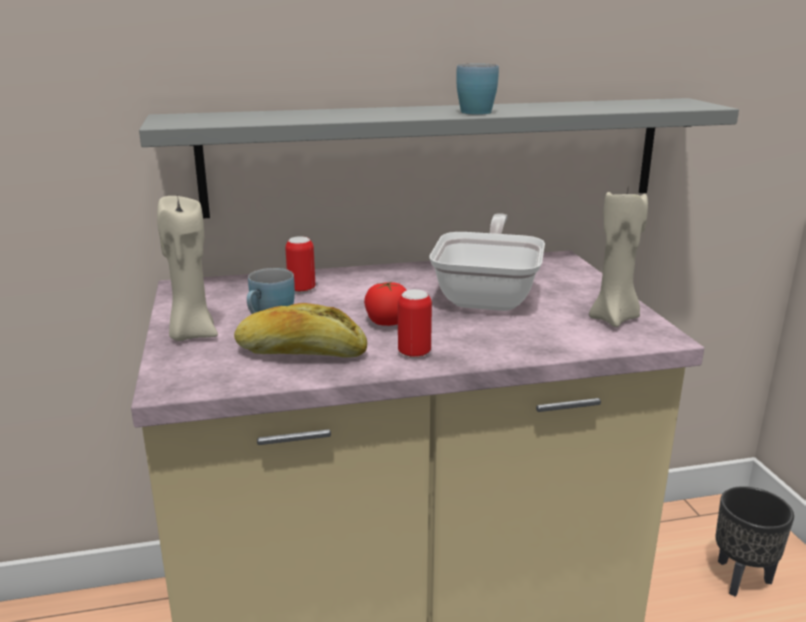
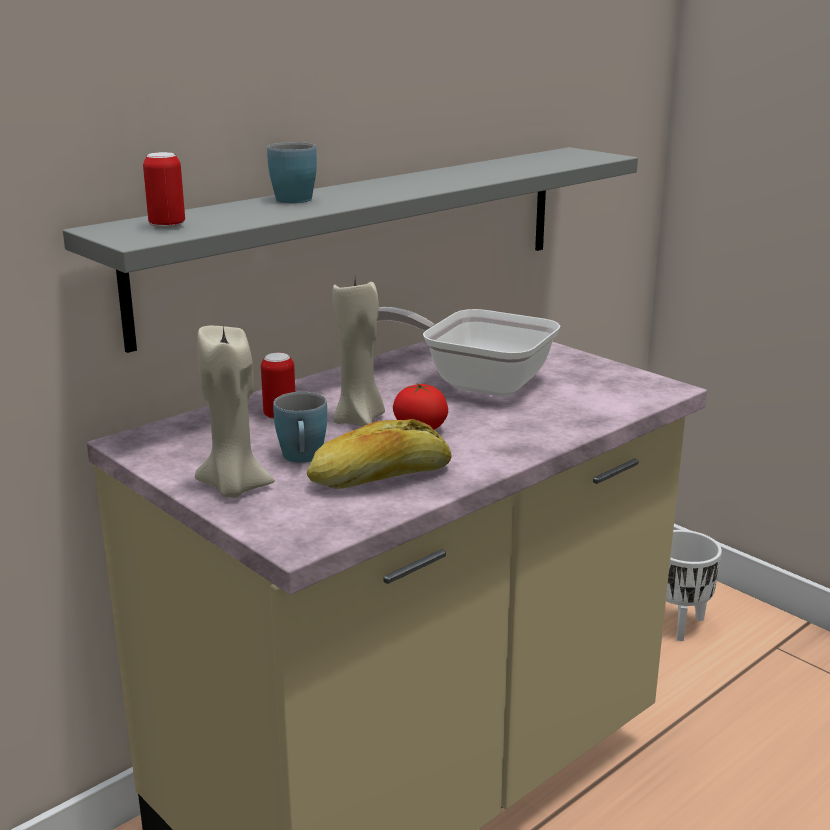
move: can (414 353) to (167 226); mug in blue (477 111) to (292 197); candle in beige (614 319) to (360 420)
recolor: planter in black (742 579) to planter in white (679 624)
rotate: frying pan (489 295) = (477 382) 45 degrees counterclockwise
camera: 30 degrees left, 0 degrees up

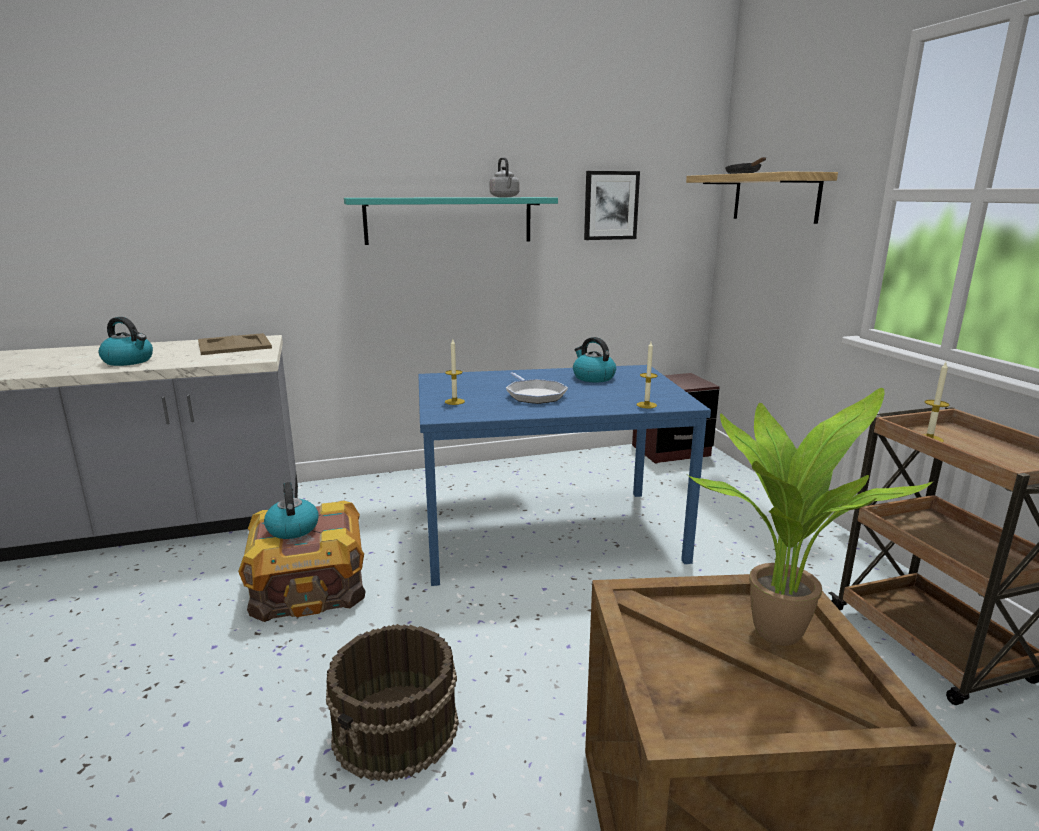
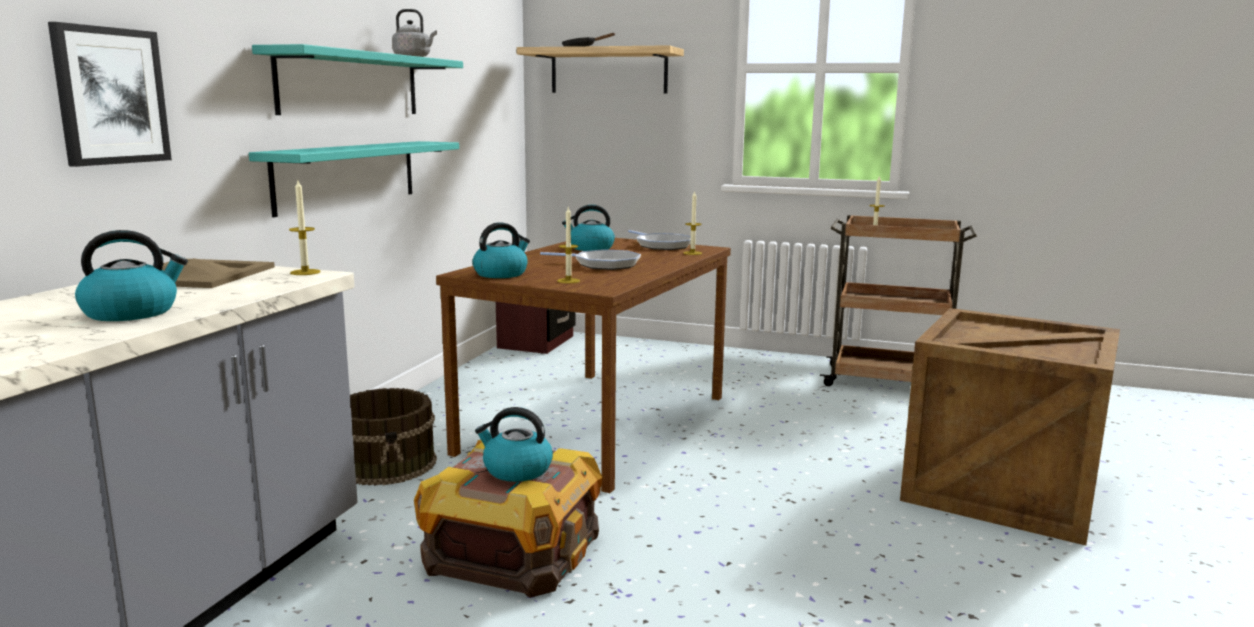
delete: potted plant (773 629)
insert: shelf in turquoise (347 175); candle (305 272); kettle (501 274); frying pan (662 245)
move: picture (610 205) to (110 96); bucket in brown (396 729) to (387 463)
recolor: dining table in blue (550 532) to dining table in brown (596 423)
camera: 55 degrees left, 5 degrees down

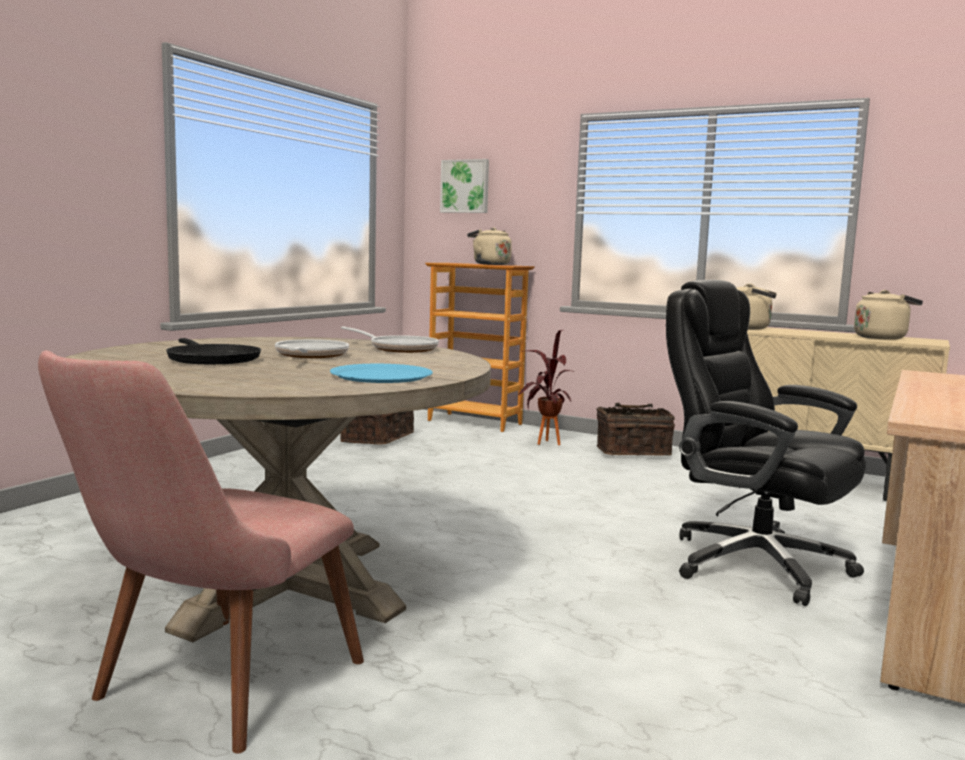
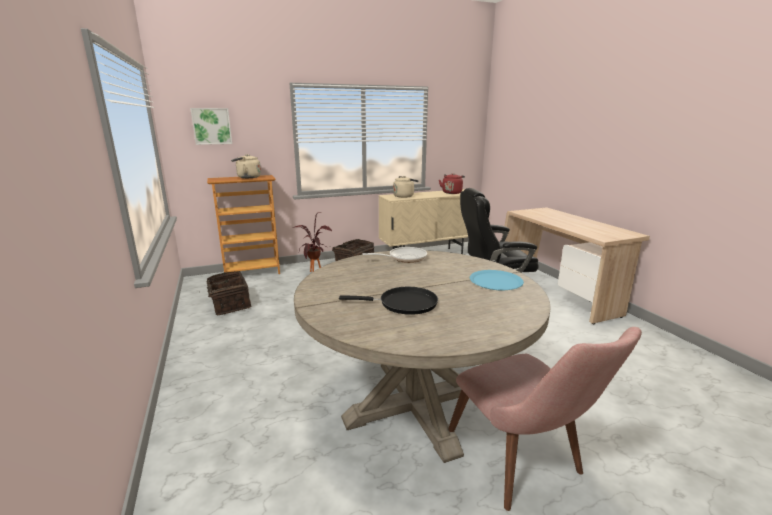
delete: frying pan (310 356)
recolor: kettle in beige (882 338) to kettle in red (452 192)
camera: 50 degrees left, 10 degrees up

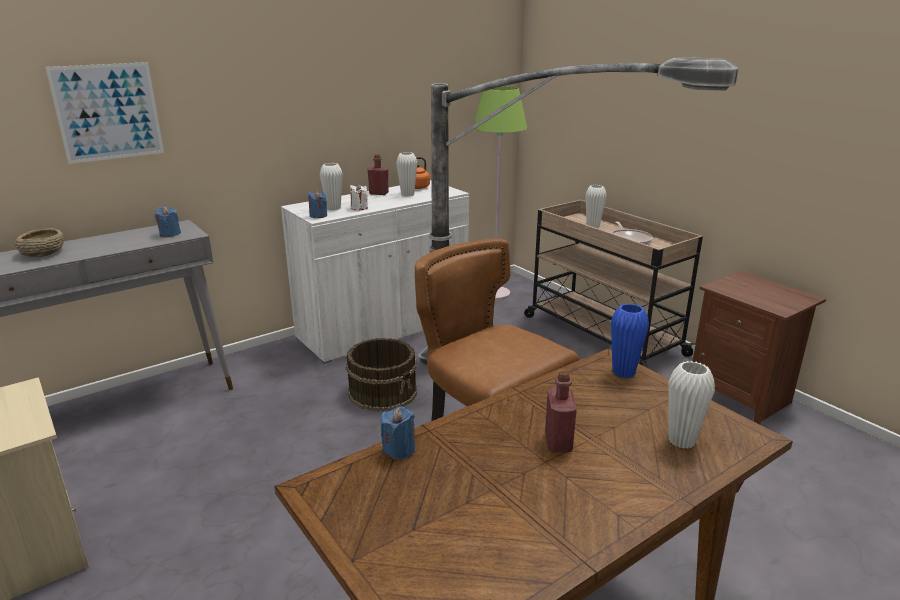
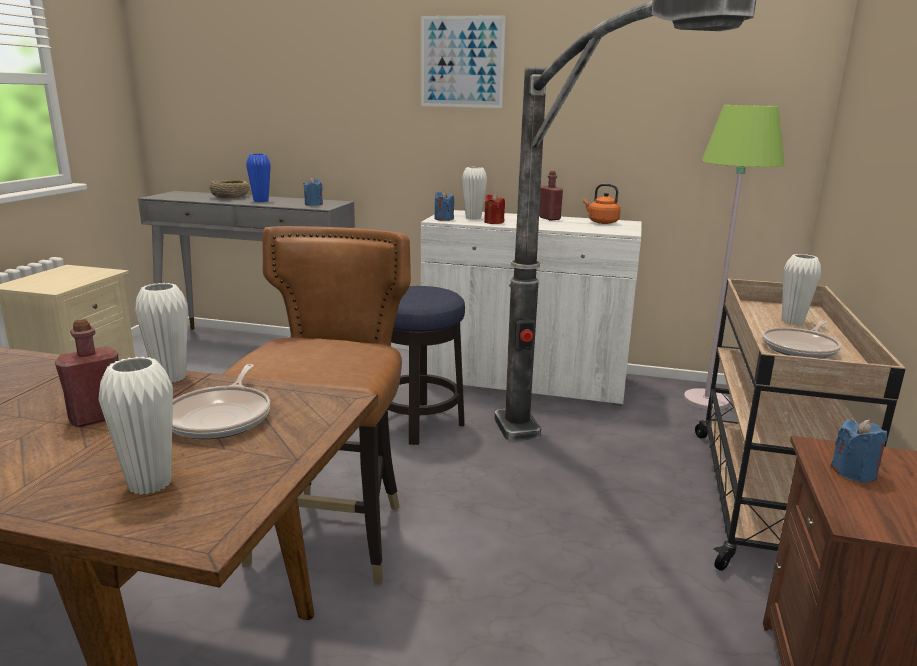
insert: frying pan (221 417)
move: vase in white (407 194) to (170 378); vase in blue (623 372) to (261 201); picture (108 112) to (462 62); candle in blue (399 449) to (854 472)
replace: bucket in brown (383 391) to stool (418 423)
recolor: candle in white (359 208) to candle in red (493 222)
camera: 50 degrees right, 5 degrees down

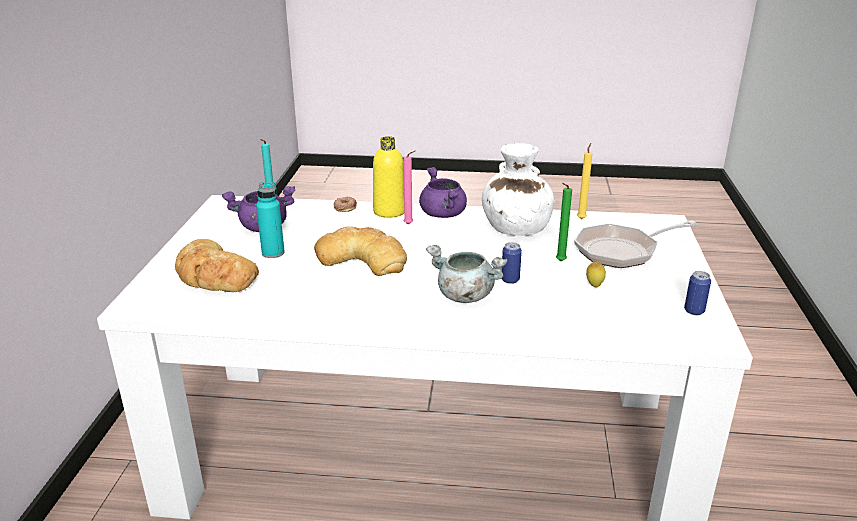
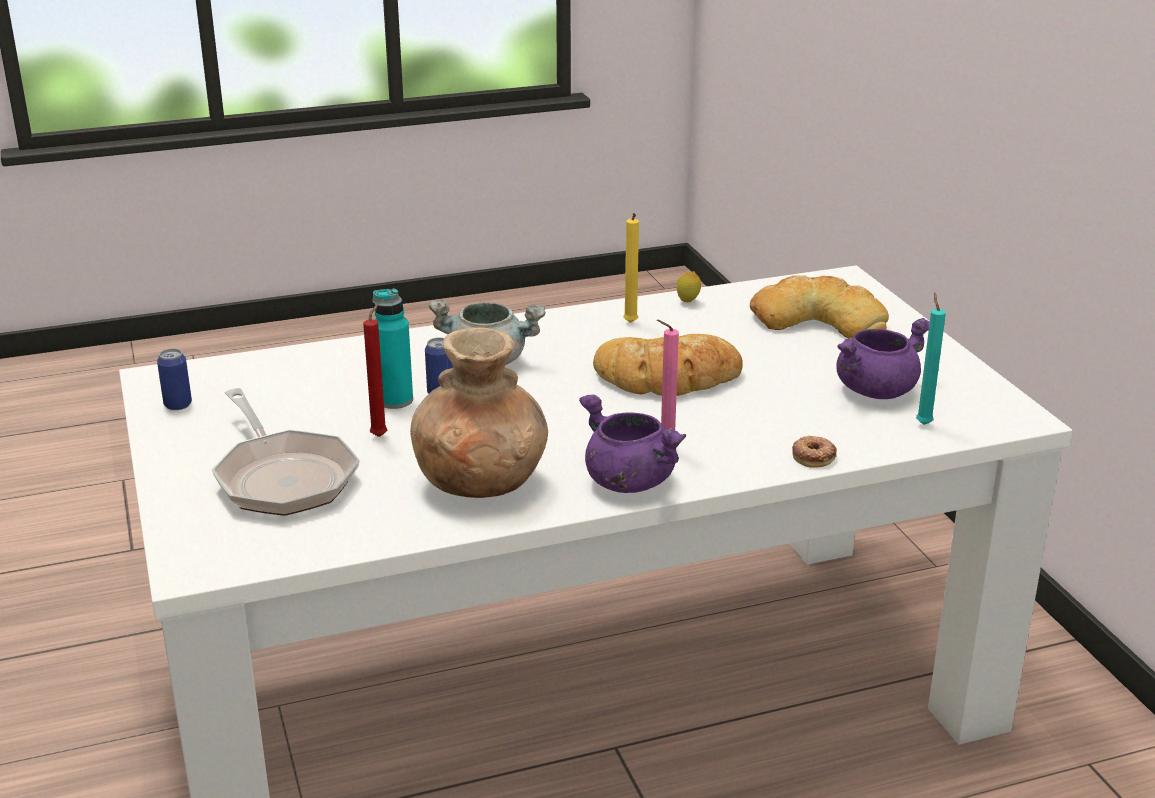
delete: bottle in yellow (389 211)
move: bottle in turquoise (273 253) to (395 400); candle in yellow (581 218) to (630 324); lemon (594 285) to (688 302)
recolor: candle in green (559 261) to candle in red (381 435); vase in white (515 228) to vase in brown (481 481)
rotate: frying pan (621 251) = (283 477) 105 degrees clockwise
camera: 155 degrees right, 0 degrees up

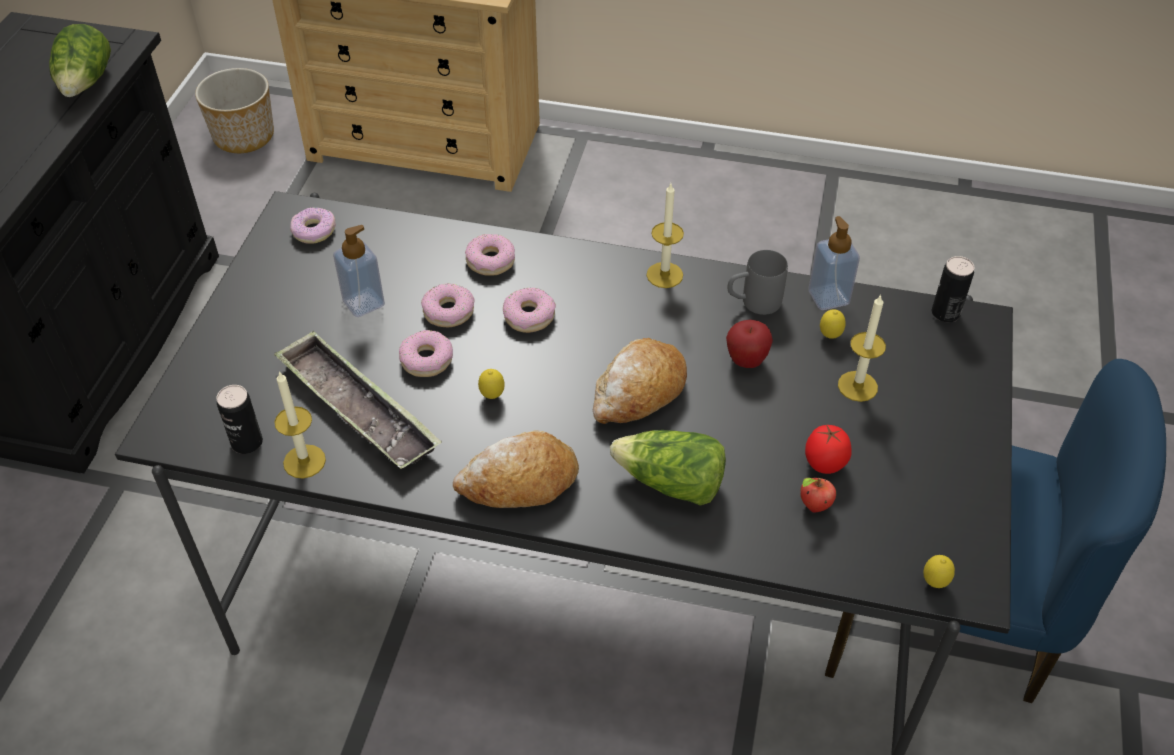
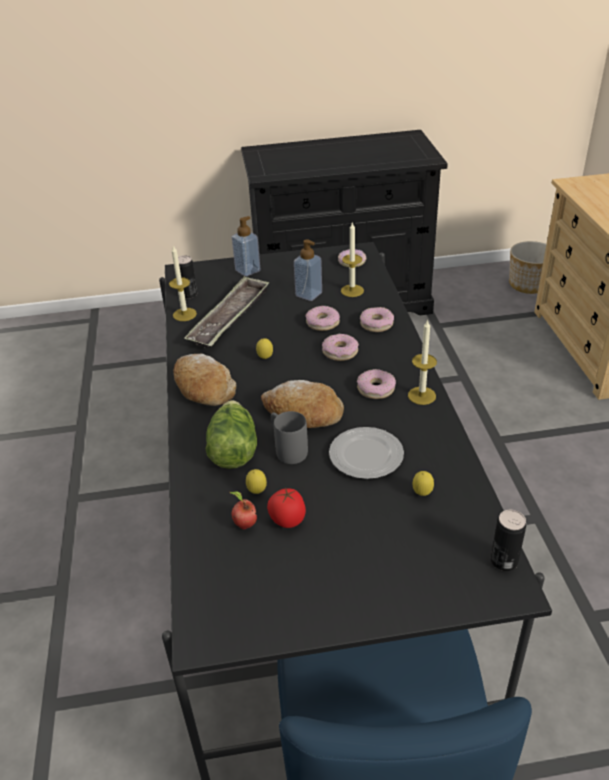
delete: lettuce (86 83)
move: soap dispenser (828 297) to (247 270); lemon (934 583) to (257 492); mug in grey (753 303) to (287 449); candle (857 386) to (352 290); donut (426 359) to (376 389)
replace: apple (746 361) to plate (365 456)
camera: 70 degrees right, 10 degrees down

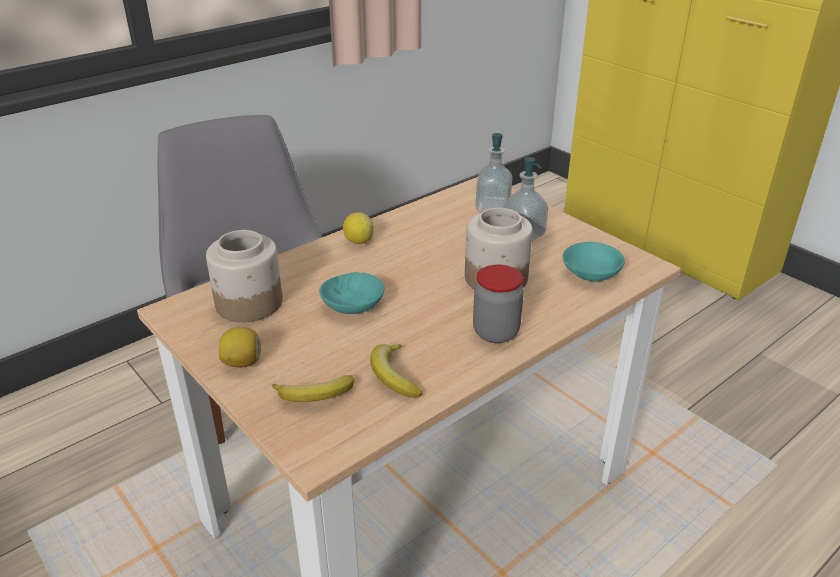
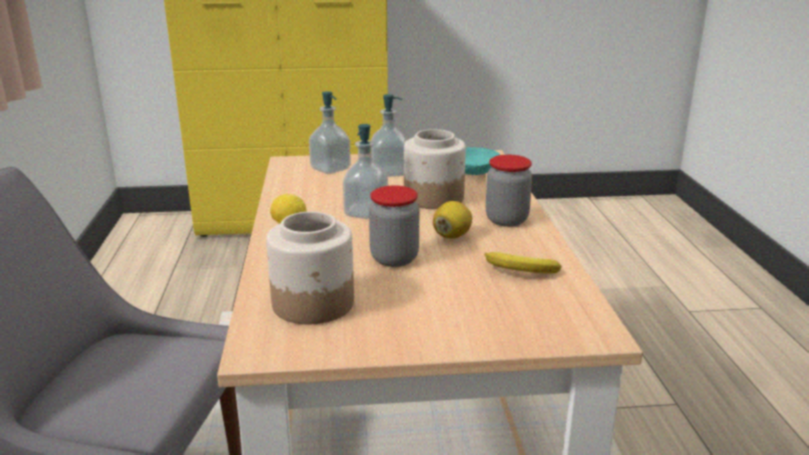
delete: banana (315 396)
insert: soap dispenser (366 213)
move: lemon (242 362) to (452 236)
replace: bowl in turquoise (353 306) to jar (394 258)
camera: 55 degrees left, 10 degrees down

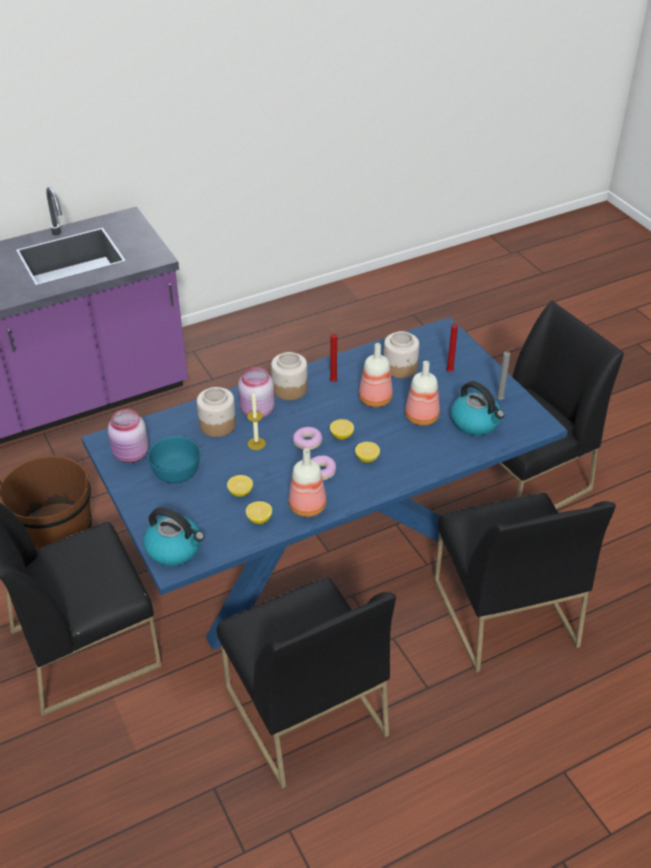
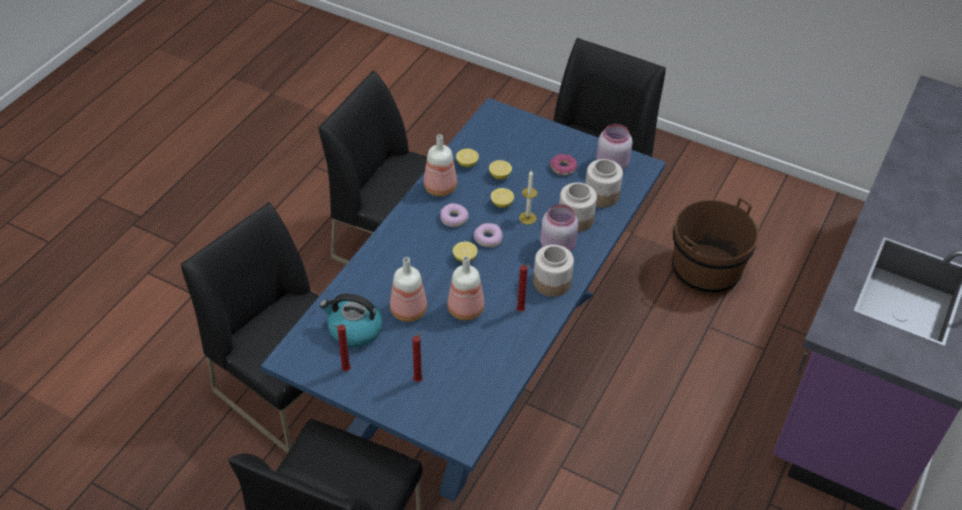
delete: kettle (175 548)
move: lemon (367 458) to (502 204); jar (400 368) to (601 195)
replace: bowl in turquoise (176 472) to donut (563 168)
recolor: candle in grey (501 399) to candle in red (344 370)
camera: 145 degrees right, 5 degrees up

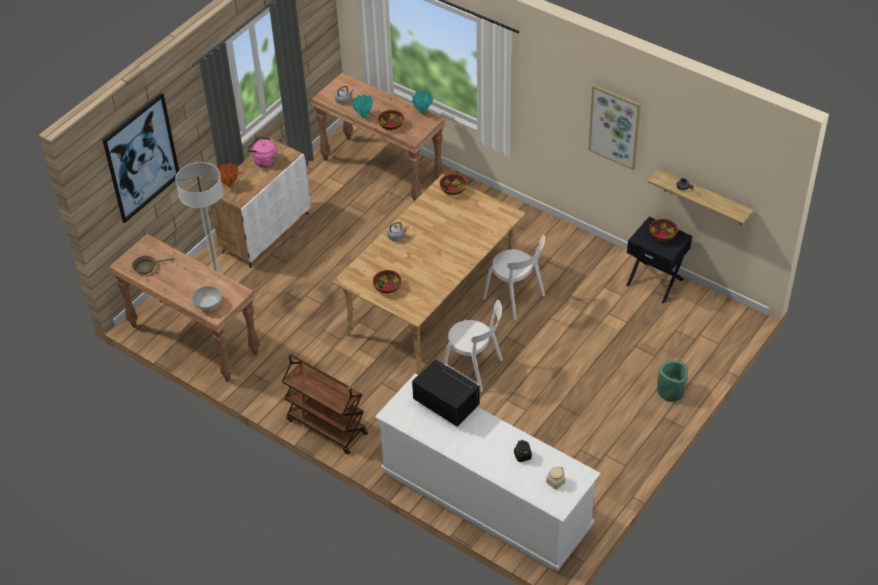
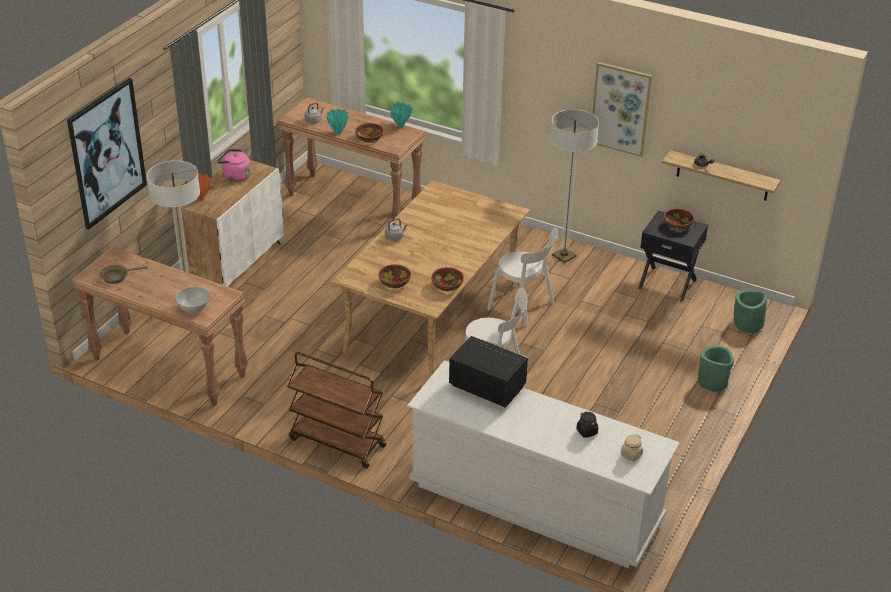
insert: floor lamp (564 256); planter in green (747 324)
move: bowl (453 190) to (447 286)
camera: 10 degrees left, 10 degrees down

